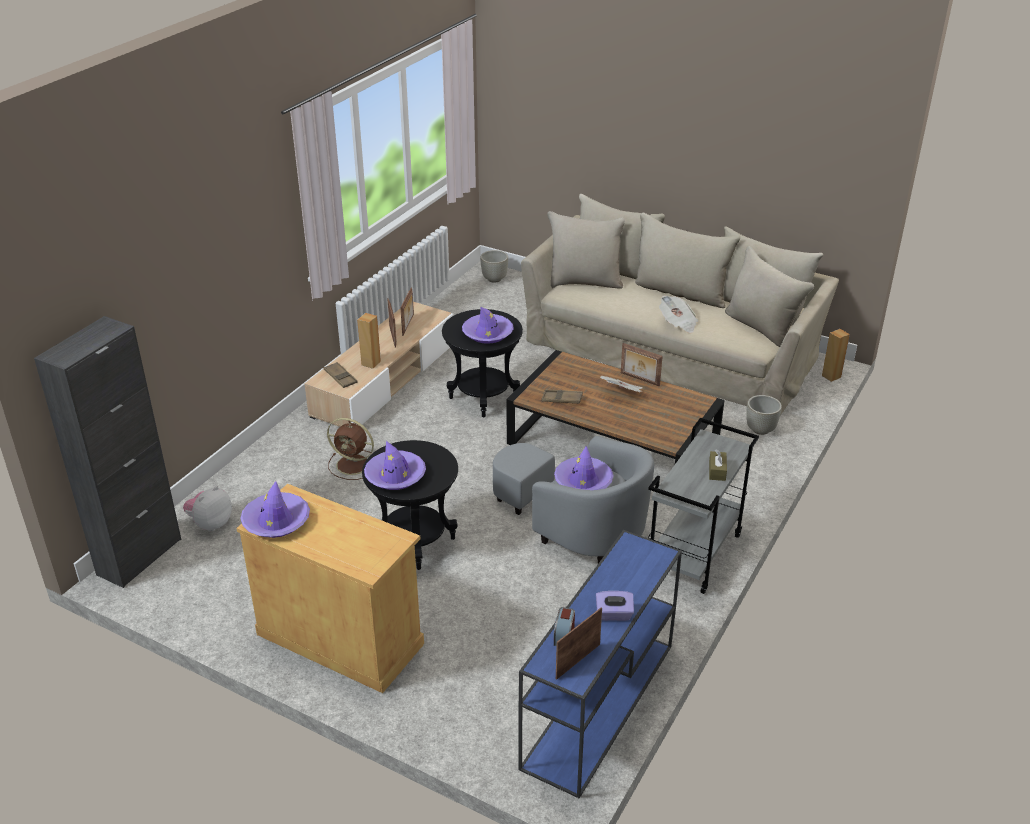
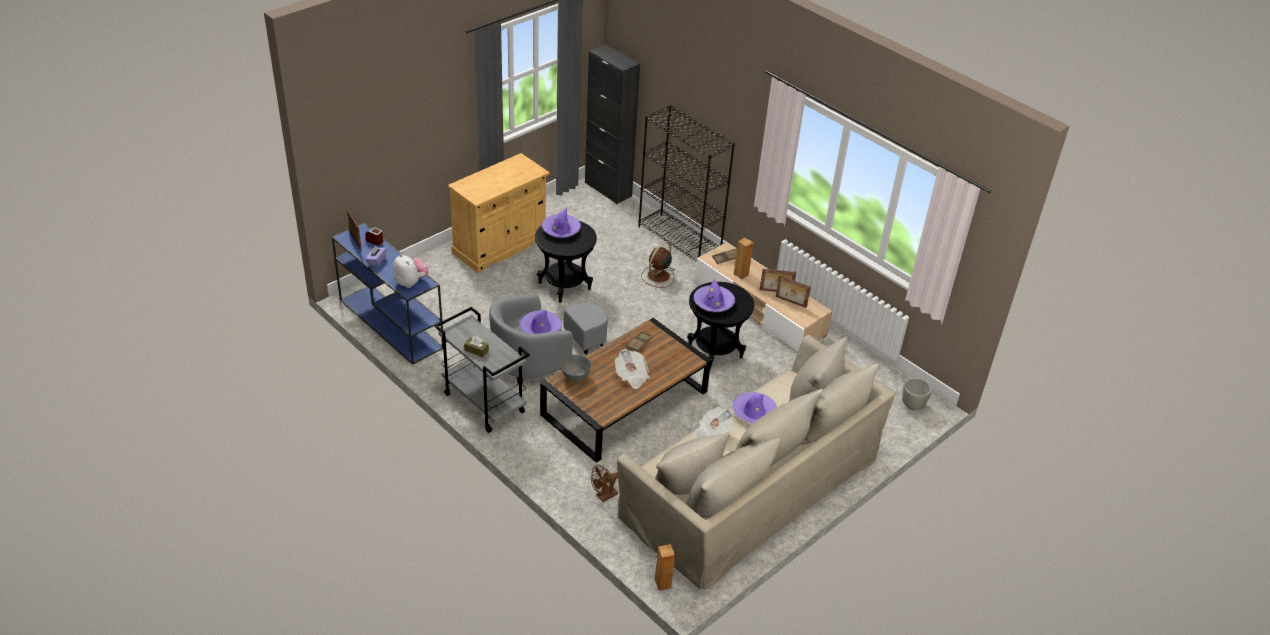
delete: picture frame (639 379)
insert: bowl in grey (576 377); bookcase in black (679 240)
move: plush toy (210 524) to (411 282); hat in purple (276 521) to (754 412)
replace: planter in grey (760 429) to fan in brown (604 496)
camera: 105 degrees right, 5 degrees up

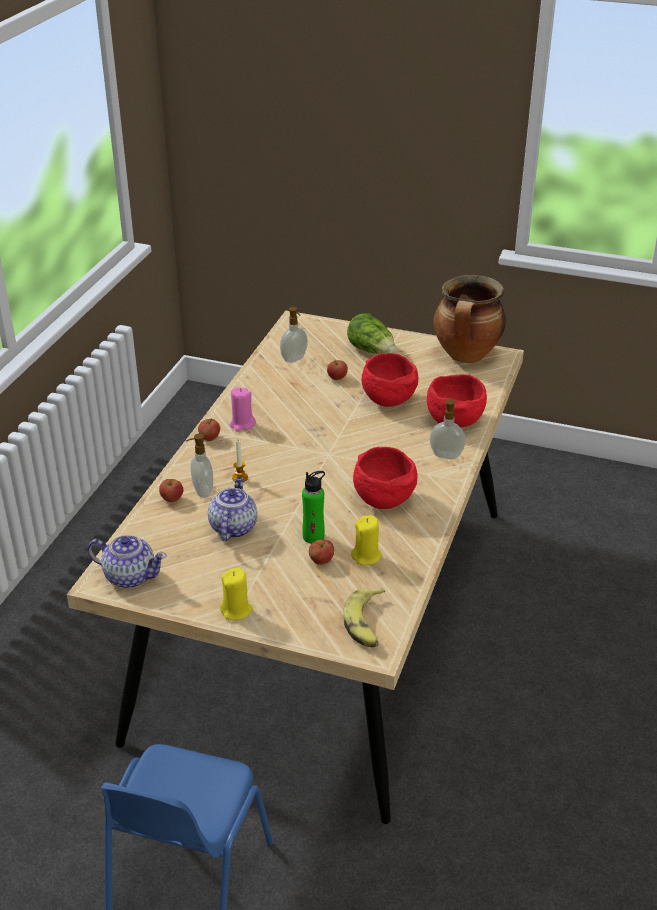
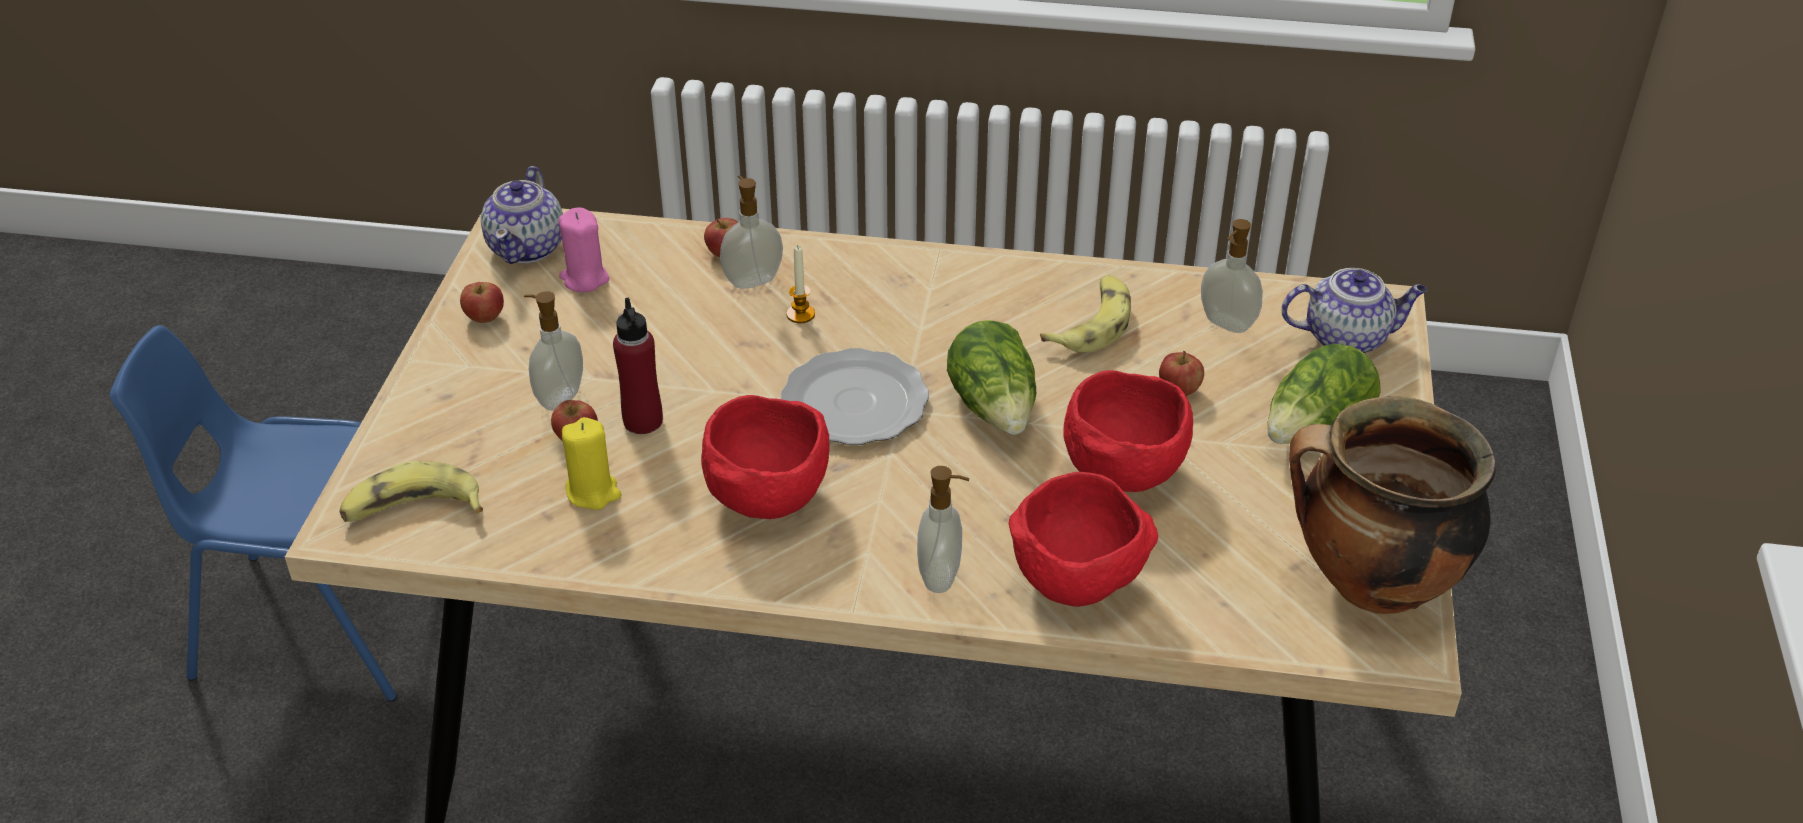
delete: candle in yellow (236 610)
insert: soap dispenser (559 397); plate (856 401); lettuce (995 408); banana (1092 324)
move: apple (209 438) to (485 317); candle in pink (242 424) to (584 279); teapot (233 527) to (1347 338)
recolor: bottle in green (313 536) to bottle in red (643 421)
camera: 80 degrees right, 5 degrees up

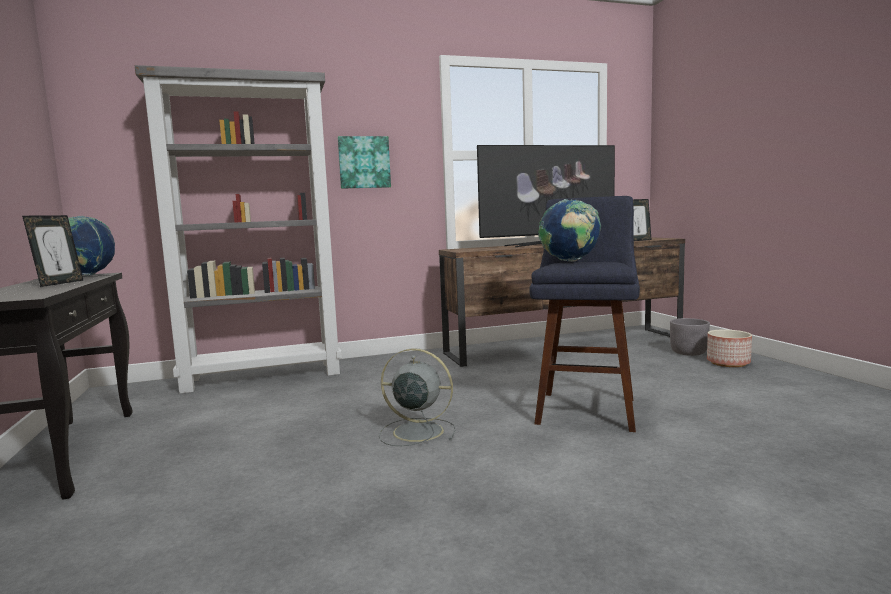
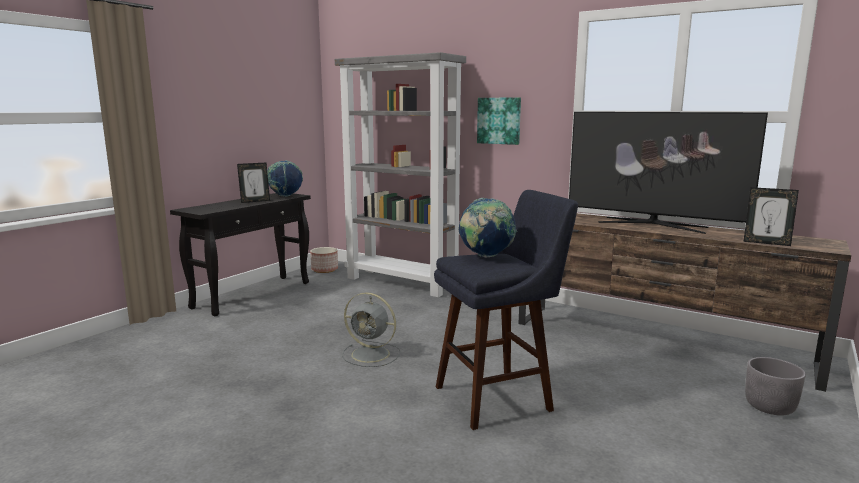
move: planter (728 363) to (324 270)
rotate: fan in grey (416 431) = (372 354) 135 degrees clockwise
camera: 50 degrees right, 5 degrees up

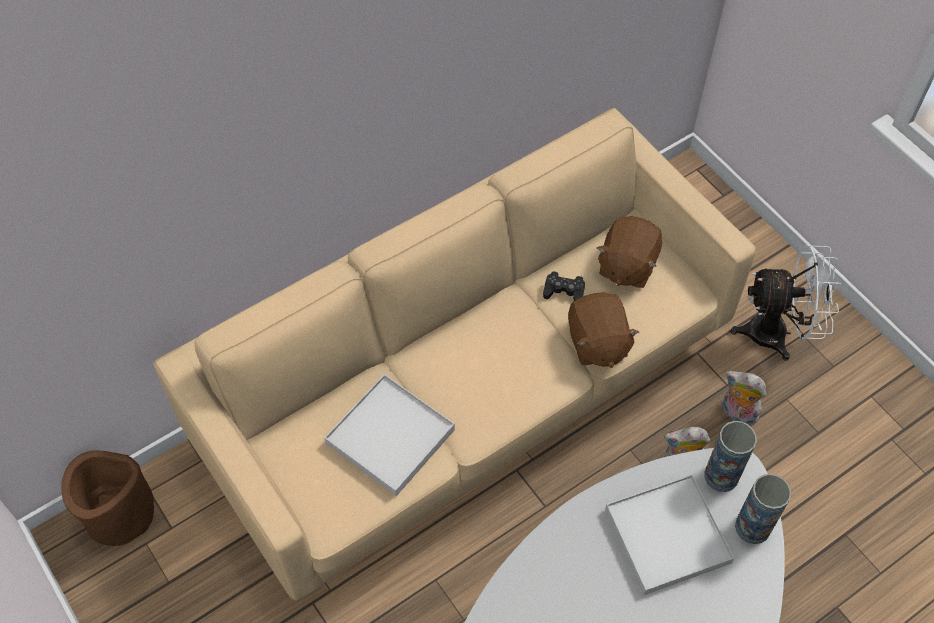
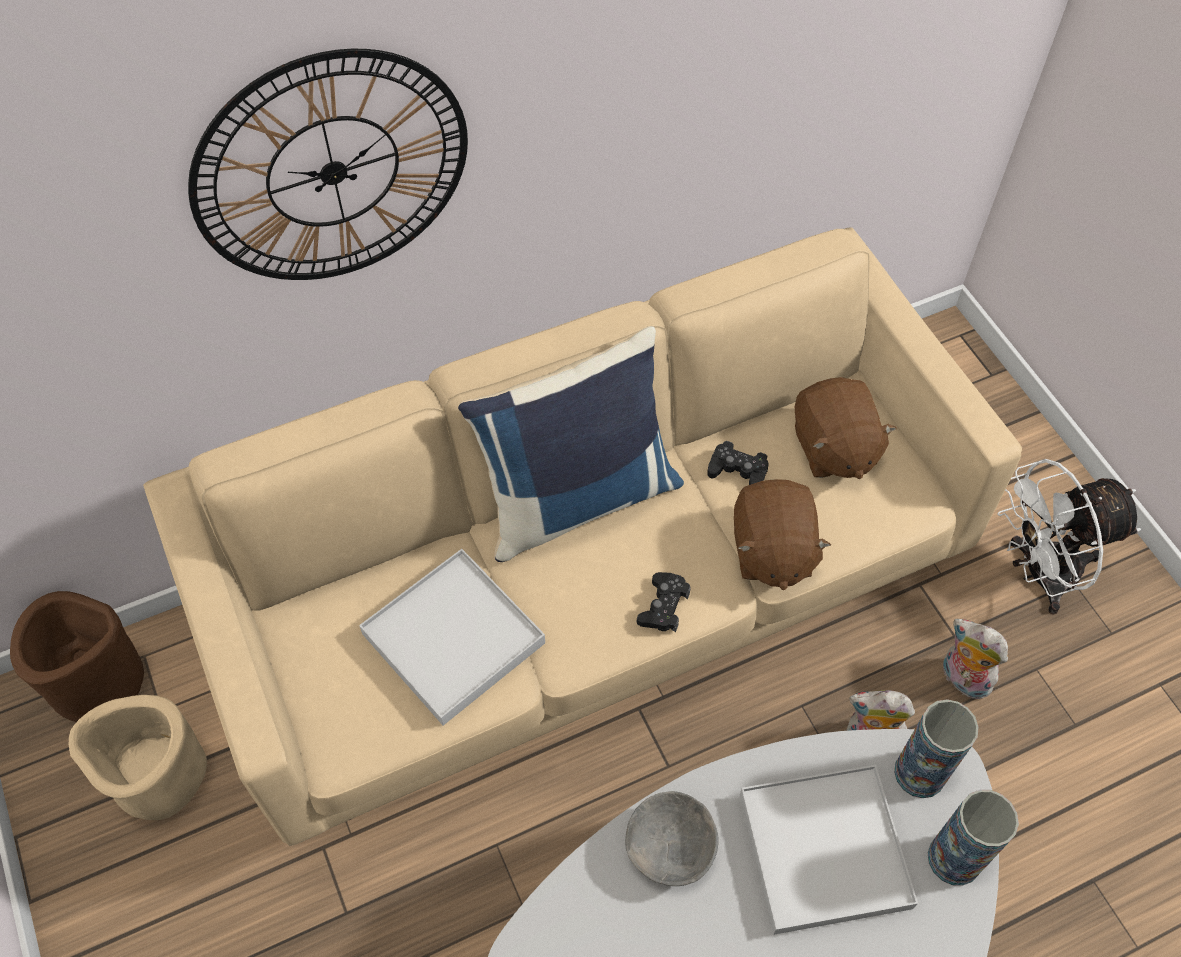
insert: planter in beige (158 777); wall clock (333 172); pillow in blue (577 497); bowl in grey (670 846); game controller in black (663 606)
rotate: plush toy in brown (626 265) = (833 448) 45 degrees counterclockwise; fan in white (778 333) = (1038 574) 150 degrees clockwise
camera: 10 degrees right, 0 degrees up

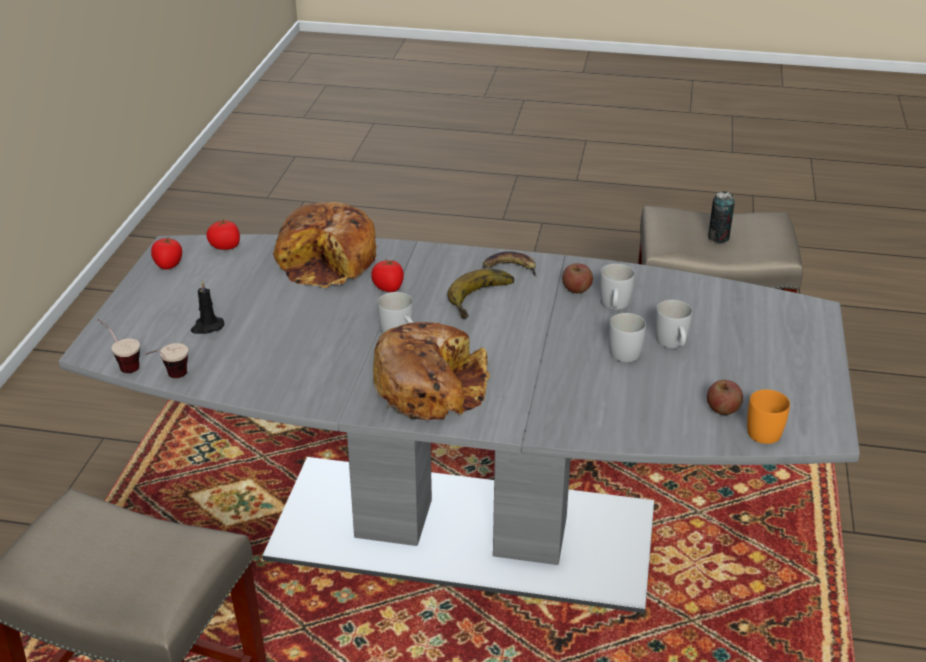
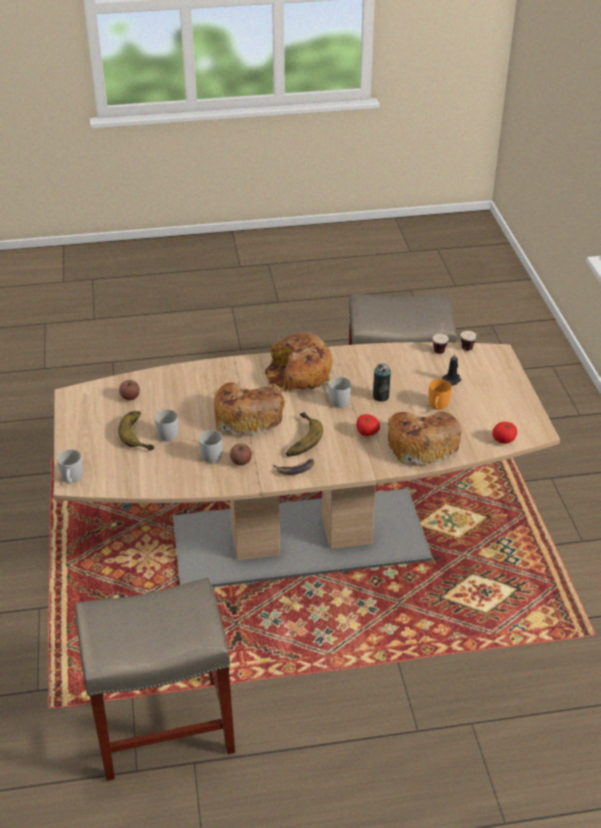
delete: tomato (168 265)
insert: banana (141 433); bread (247 416)
move: mug in white (626 350) to (71 479); can (718 238) to (380 396); mug in orange (767 430) to (437 407)
recolor: dining table in grey (461 531) to dining table in brown (301 539)
camera: 160 degrees right, 5 degrees up

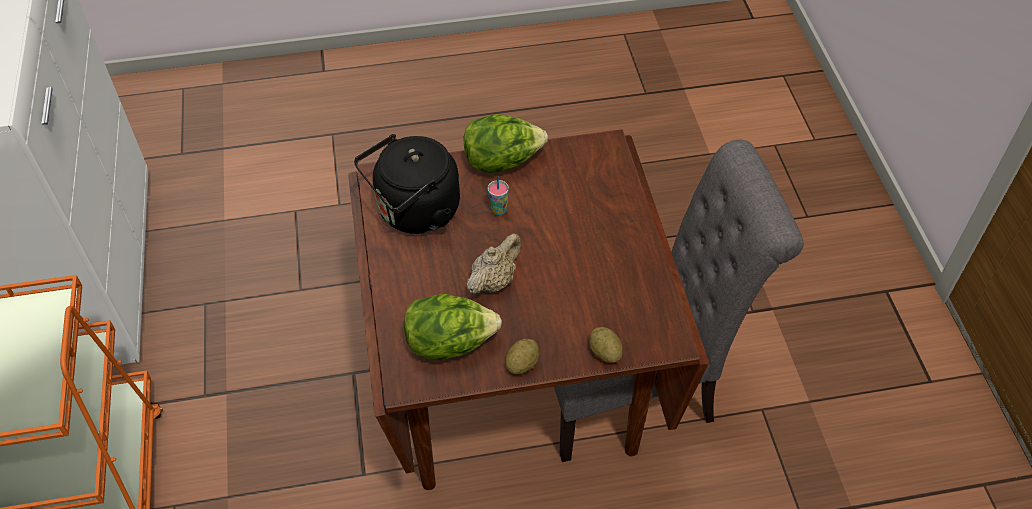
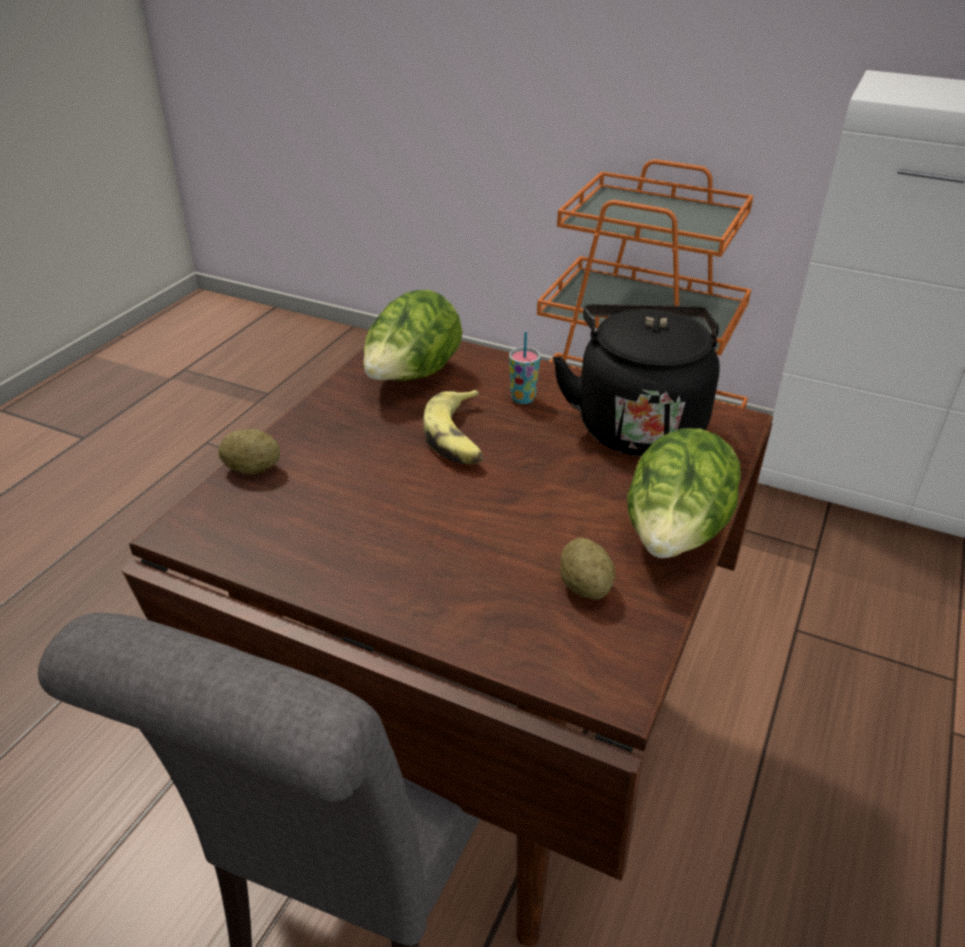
move: cup (498 210) to (523 398); potato (522 364) to (584 587)
replace: teapot in beige (494 281) to banana (459 437)
camera: 125 degrees right, 15 degrees down

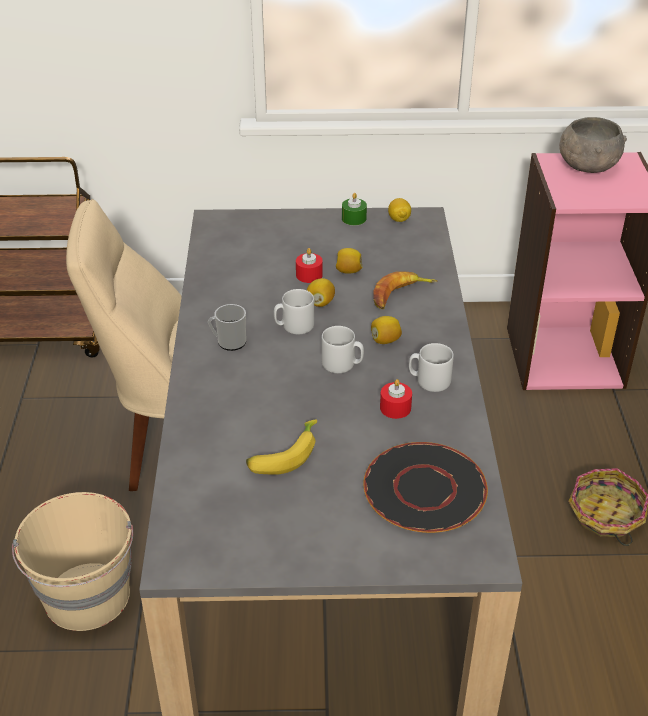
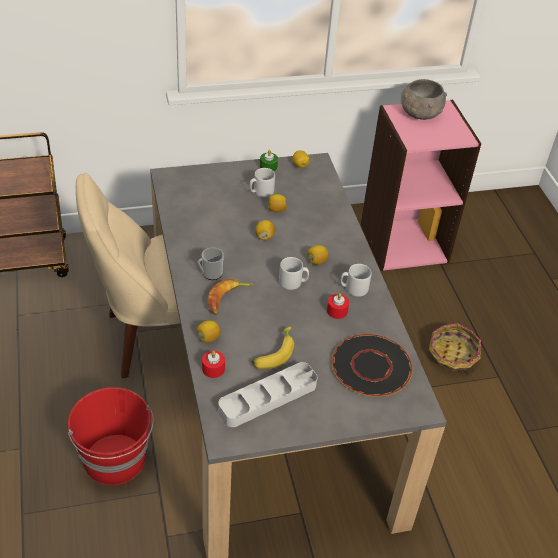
insert: lemon (208 338); tray in grey (268 398)
move: candle in red (309 275) to (213 369); banana (400 295) to (227 299); mug in grey (294 326) to (261 192)
recolor: bucket in beige (88 597) to bucket in red (115 460)
camera: 15 degrees left, 5 degrees up

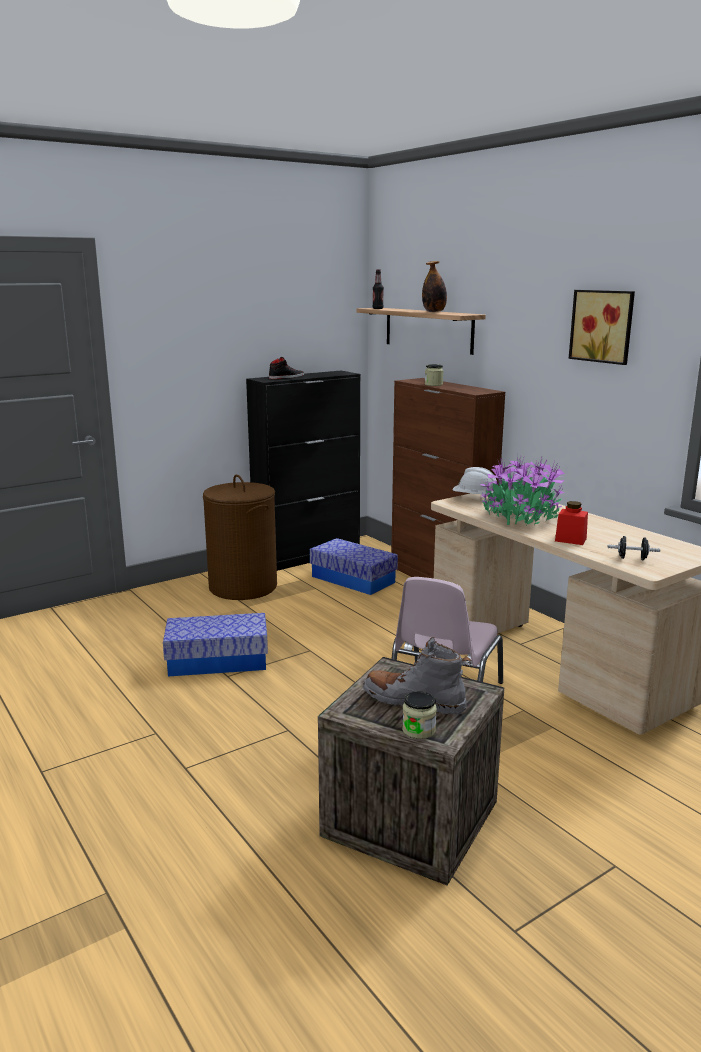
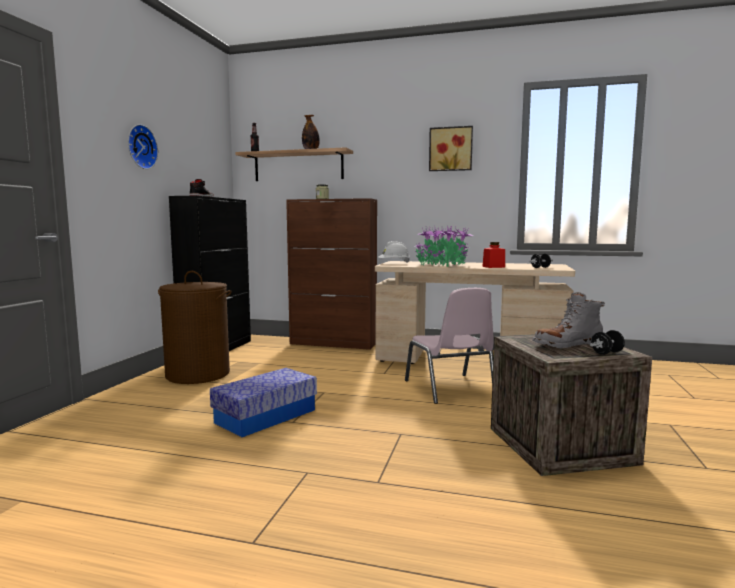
delete: storage box (353 579)
insert: wall clock (140 147)
replace: jar (418 730) to dumbbell in black (607 353)
camera: 40 degrees left, 10 degrees down

